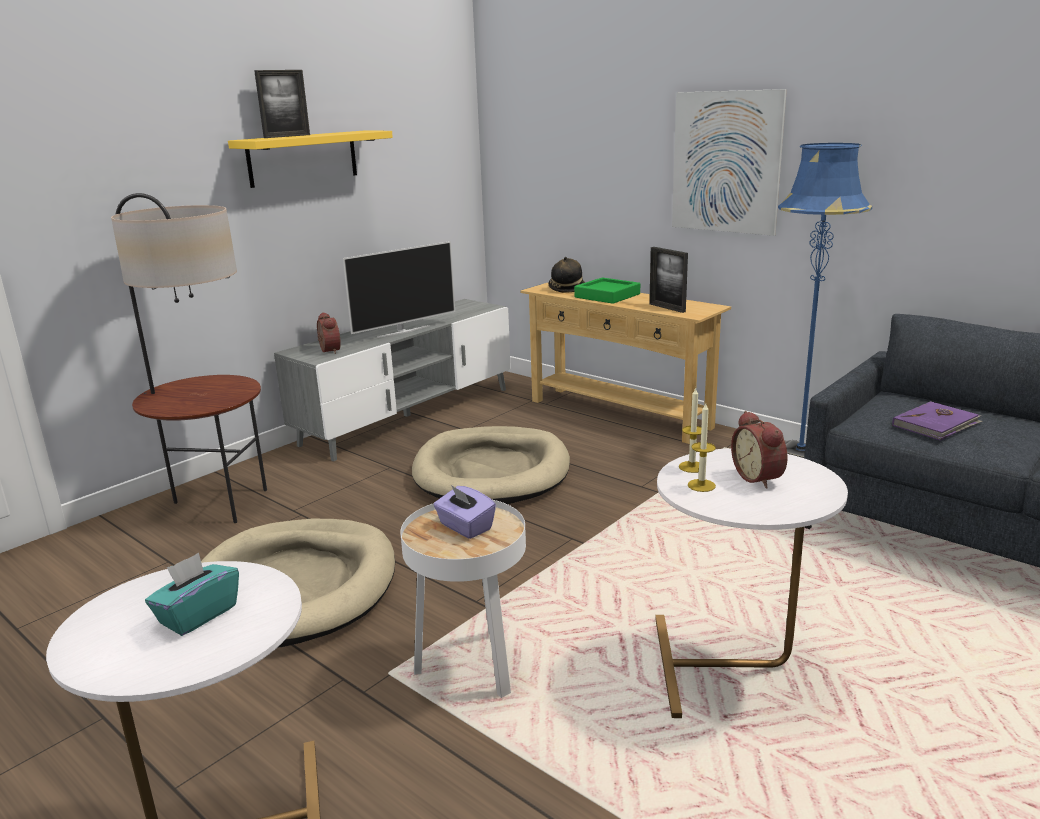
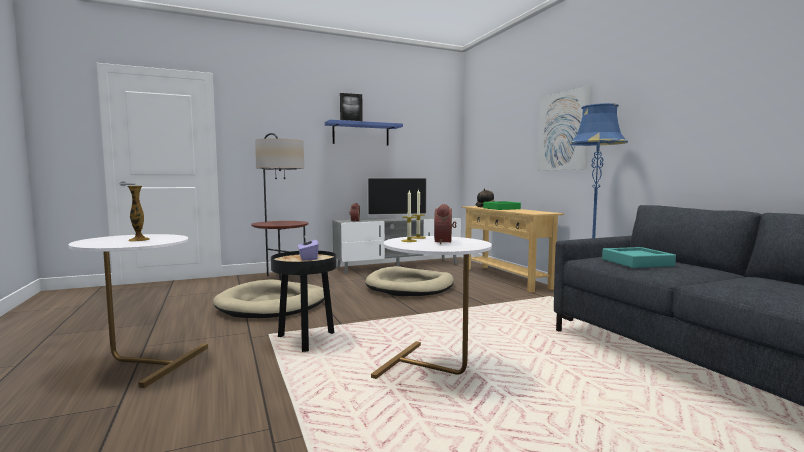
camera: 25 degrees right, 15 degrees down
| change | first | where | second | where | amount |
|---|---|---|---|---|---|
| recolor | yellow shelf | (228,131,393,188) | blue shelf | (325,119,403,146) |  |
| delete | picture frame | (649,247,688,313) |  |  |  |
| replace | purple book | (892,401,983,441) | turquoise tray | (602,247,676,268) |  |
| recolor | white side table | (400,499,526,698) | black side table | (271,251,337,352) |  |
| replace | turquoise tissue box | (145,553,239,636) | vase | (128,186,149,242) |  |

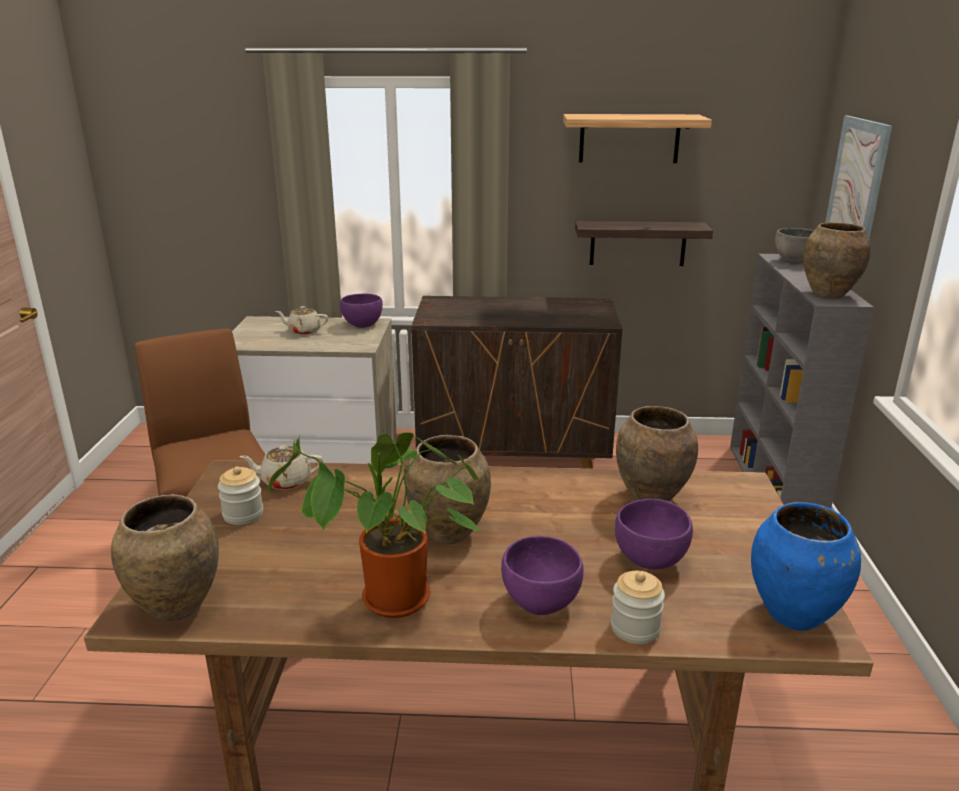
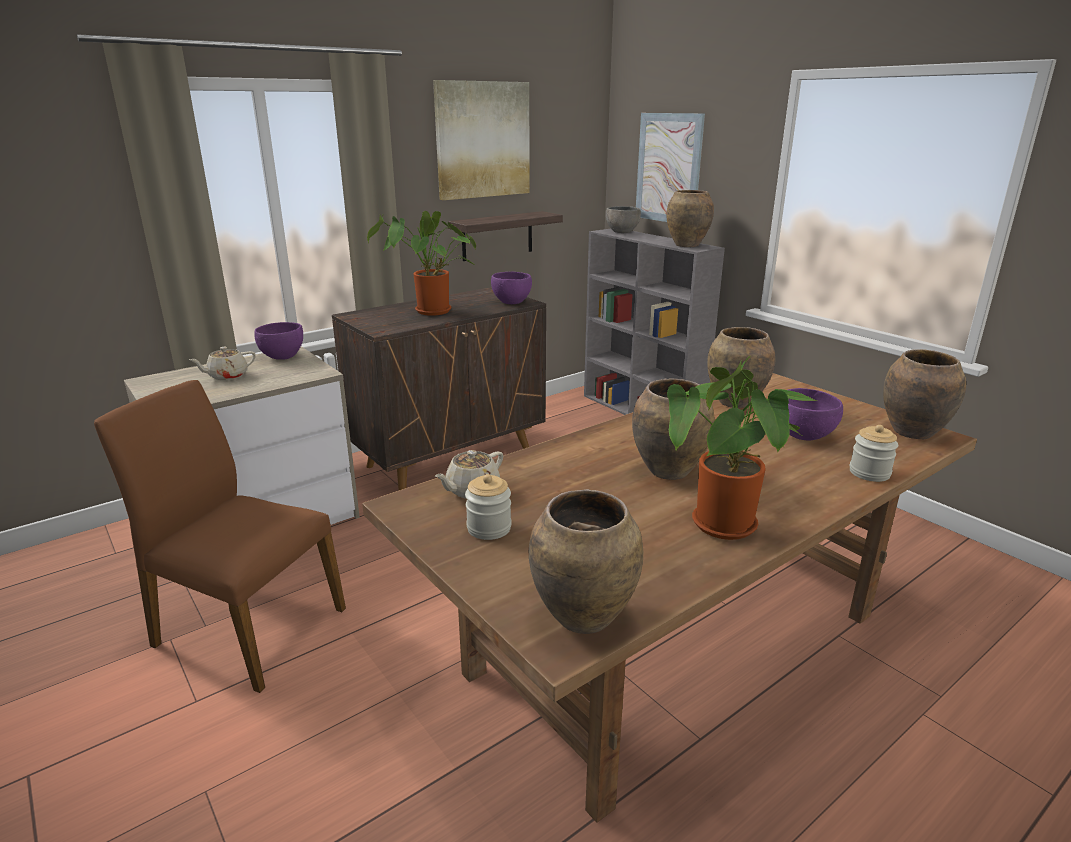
camera: 40 degrees left, 0 degrees up
| change | first | where | second | where | amount |
|---|---|---|---|---|---|
| replace | shelf | (563,114,712,163) | picture | (433,80,530,200) |  |
| recolor | blue vase | (751,502,861,630) | brown vase | (883,349,966,439) |  |
| move | purple bowl | (501,536,584,615) |  | (491,272,532,304) |  |
| insert |  |  | potted plant | (367,211,476,316) |  |

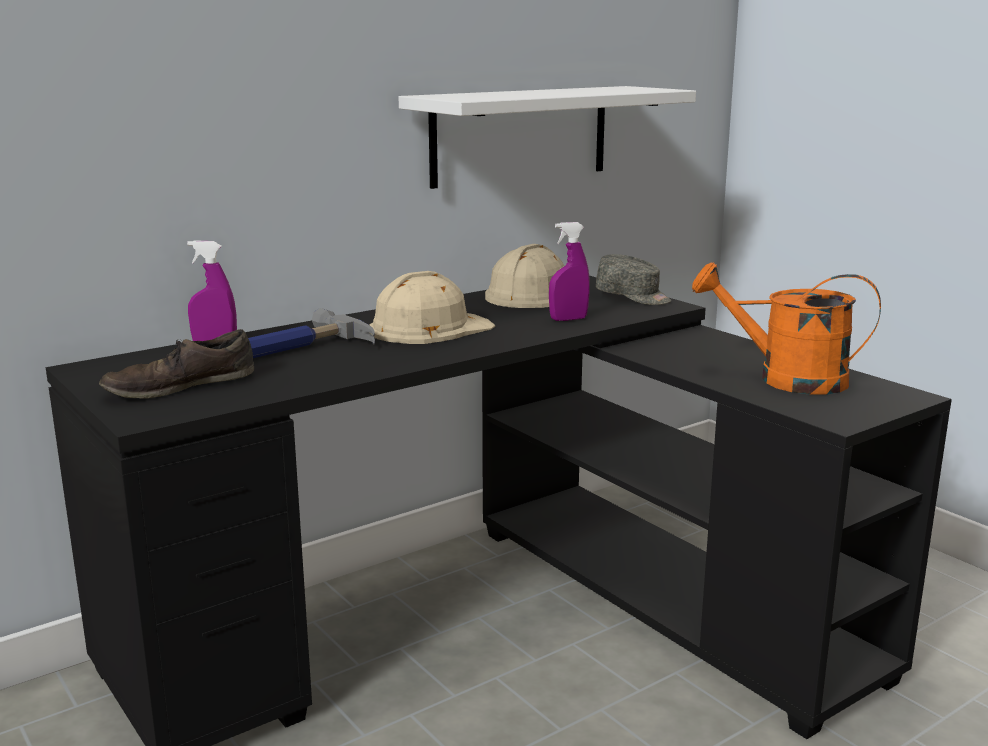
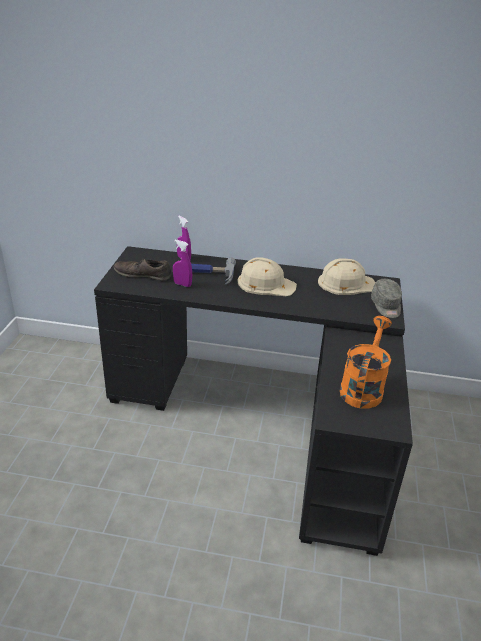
camera: 45 degrees right, 15 degrees up
| change | first | where | second | where | amount |
|---|---|---|---|---|---|
| delete | white shelf | (399,86,696,189) |  |  |  |
| move | purple spray bottle | (549,222,590,321) |  | (173,240,192,287) |  |
| rotate | orange watering can | (692,262,881,395) |  | (340,316,392,409) | 45 degrees clockwise |

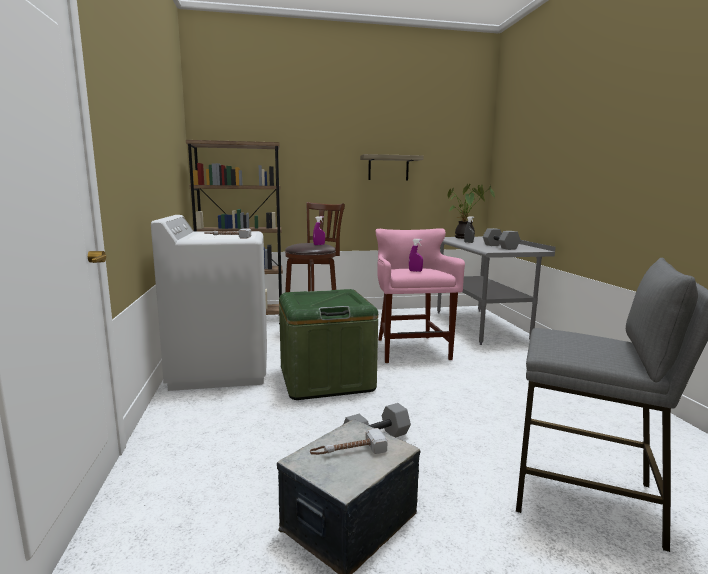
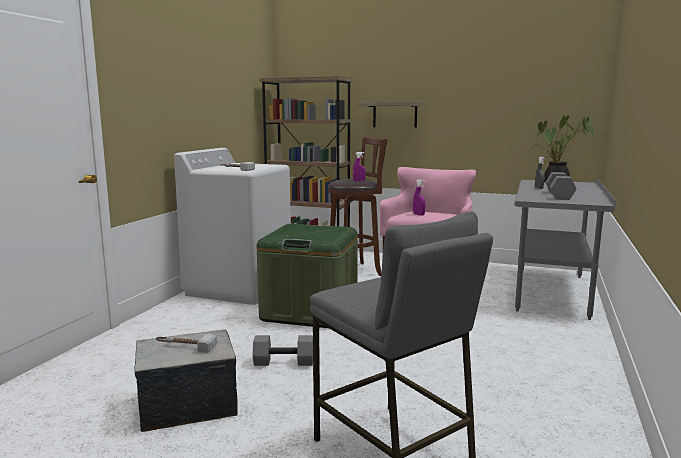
camera: 30 degrees right, 0 degrees up
| change | first | where | second | where | amount |
|---|---|---|---|---|---|
| move | shelf | (360,154,423,180) |  | (358,101,427,128) |  |

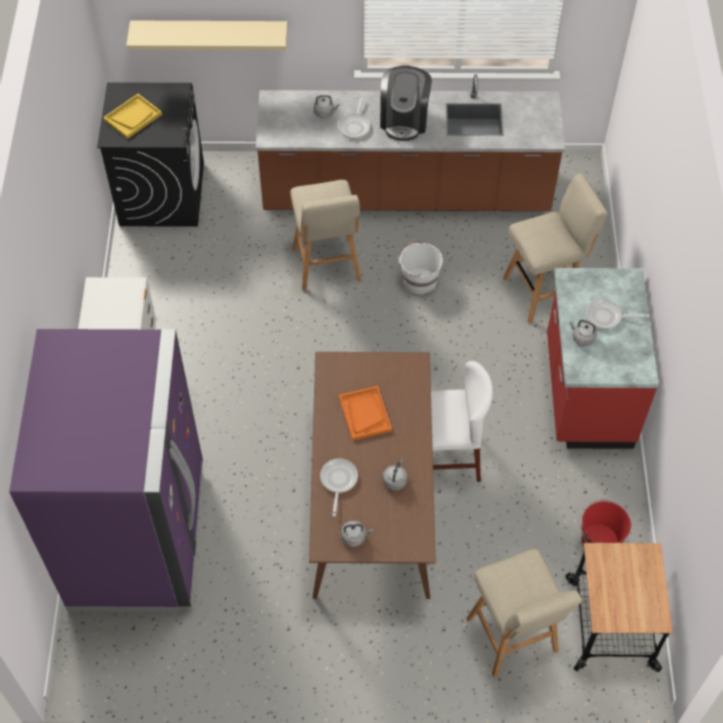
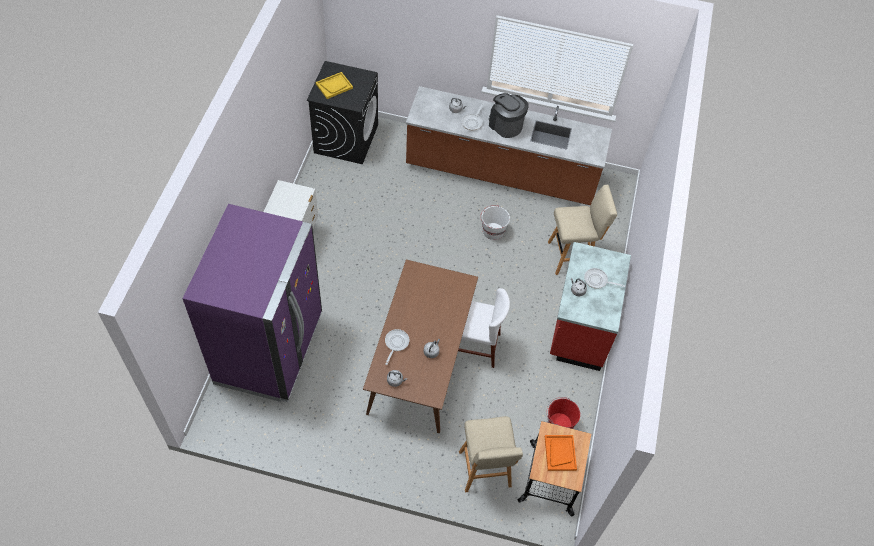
camera: 10 degrees right, 0 degrees up
| change | first | where | second | where | amount |
|---|---|---|---|---|---|
| delete | beige shelf | (126,21,288,50) |  |  |  |
| rotate | coffee machine | (380,66,432,141) |  | (489,93,529,138) | 120 degrees clockwise |
| delete | beige stool | (290,180,362,291) |  |  |  |
| move | orange tray | (339,386,392,441) |  | (545,435,577,471) |  |

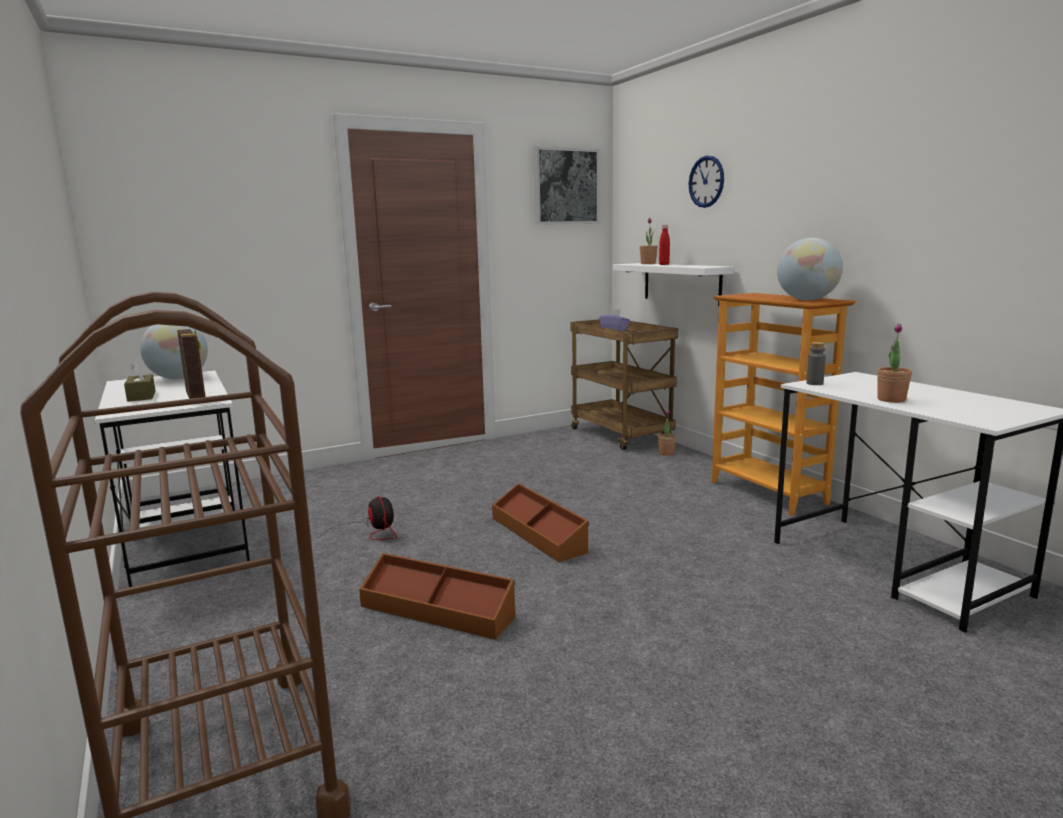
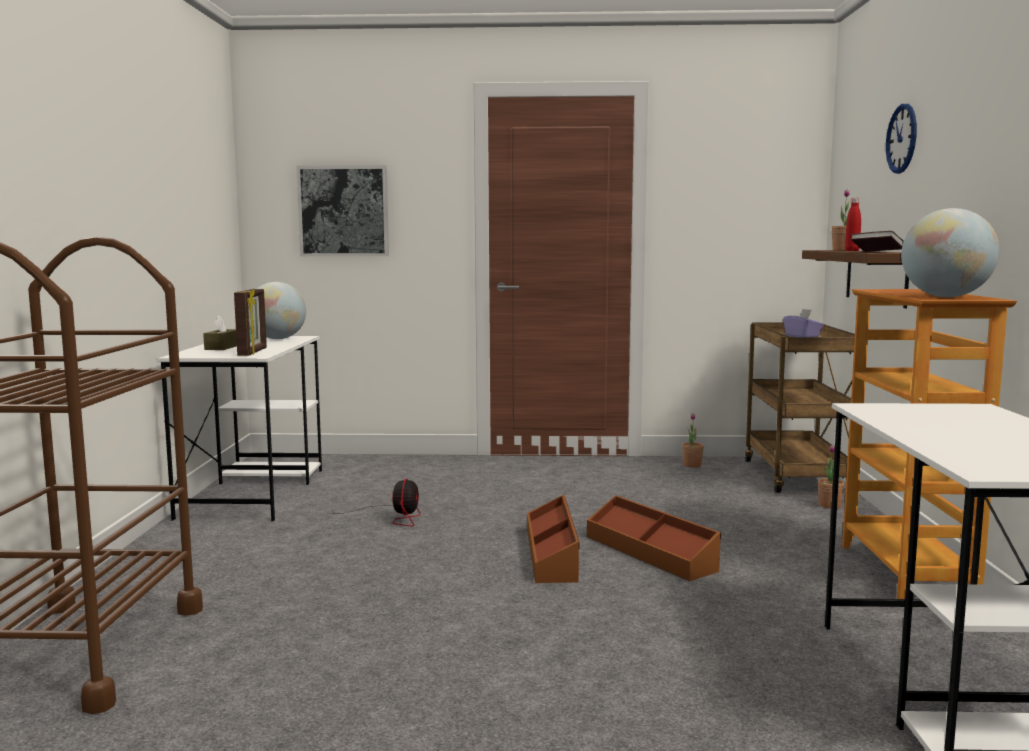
camera: 30 degrees right, 5 degrees down
| change | first | where | second | where | amount |
|---|---|---|---|---|---|
| move | picture | (534,146,599,224) |  | (296,165,389,256) |  |
| recolor | white shelf | (613,263,734,306) | brown shelf | (802,250,909,308) |  |
| move | potted plant | (877,324,912,403) |  | (682,414,704,468) |  |
| delete | grey bottle | (806,342,826,385) |  |  |  |
| move | brown storage box | (359,553,515,640) |  | (587,495,721,581) |  |
| insert |  |  | book | (851,231,904,252) |  |

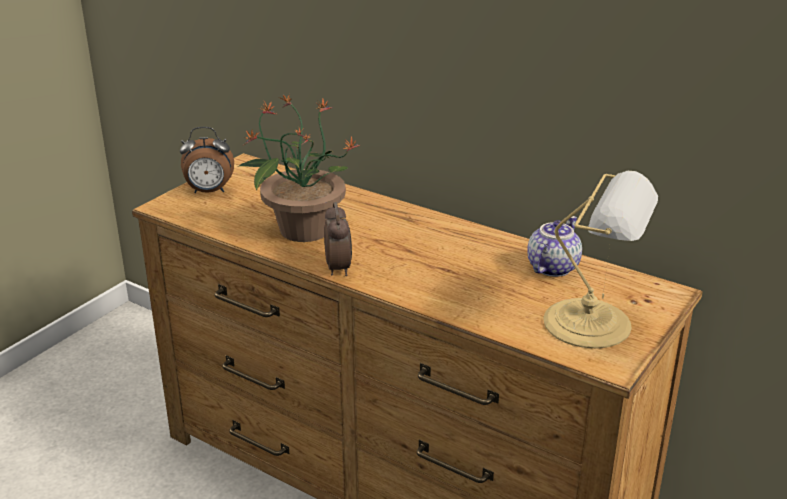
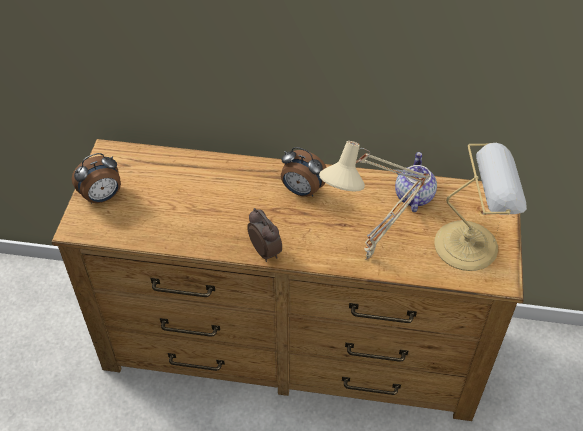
camera: 25 degrees left, 20 degrees up
| change | first | where | second | where | amount |
|---|---|---|---|---|---|
| delete | potted plant | (238,94,360,242) |  |  |  |
| insert |  |  | beige table lamp | (319,141,430,260) |  |
| insert |  |  | alarm clock | (281,147,327,197) |  |

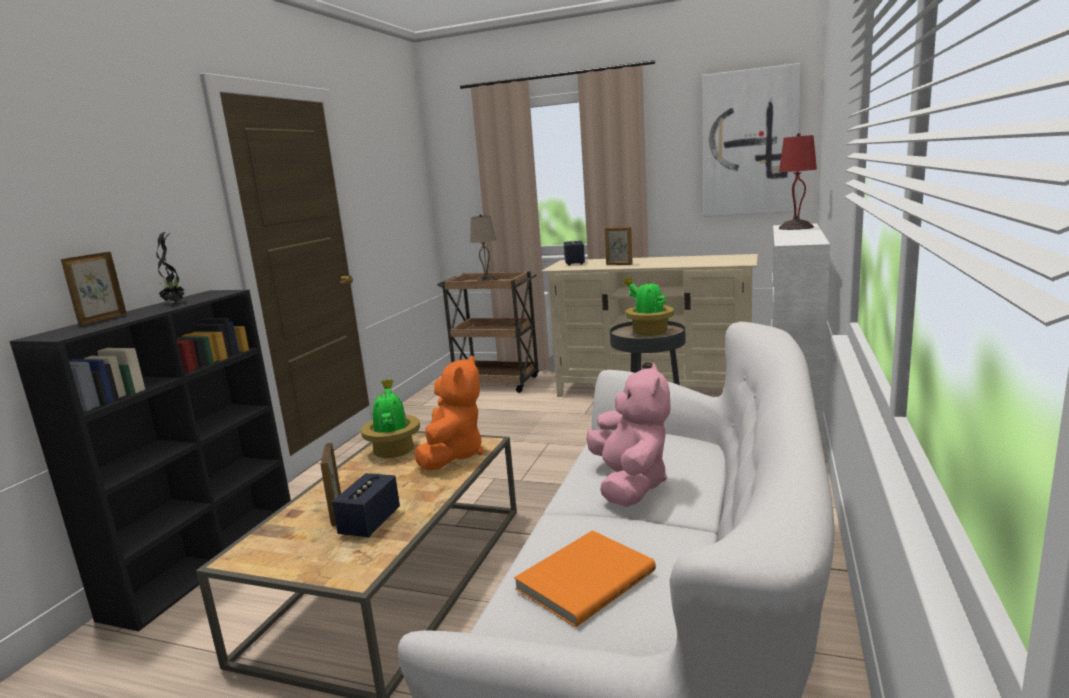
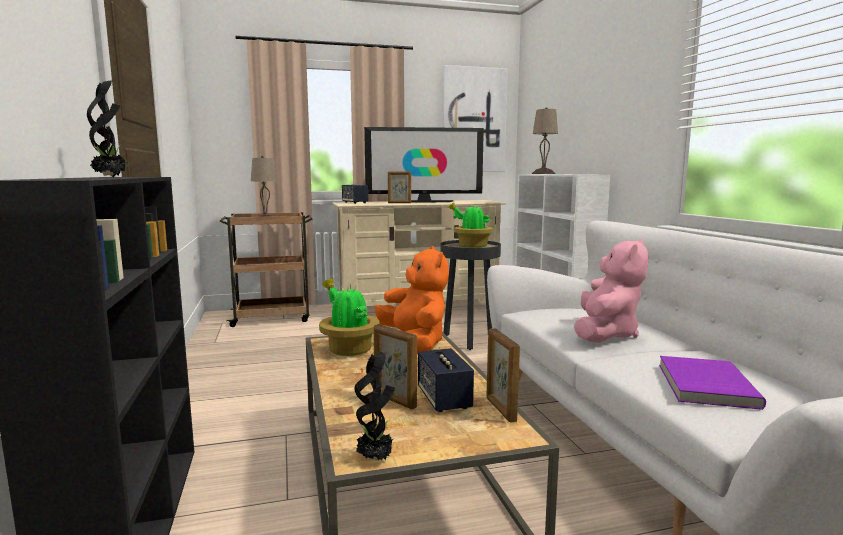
camera: 35 degrees left, 5 degrees down
| change | first | where | second | where | amount |
|---|---|---|---|---|---|
| recolor | red table lamp | (779,133,817,230) | beige table lamp | (532,107,558,174) |  |
| move | picture frame | (61,252,127,325) |  | (486,328,520,423) |  |
| rotate | pink plush toy | (586,363,671,507) |  | (574,238,648,343) | 60 degrees clockwise |
| recolor | orange book | (514,530,656,628) | purple book | (659,356,766,410) |  |
| insert |  |  | television | (364,127,484,203) |  |
| insert |  |  | potted plant | (354,352,395,461) |  |

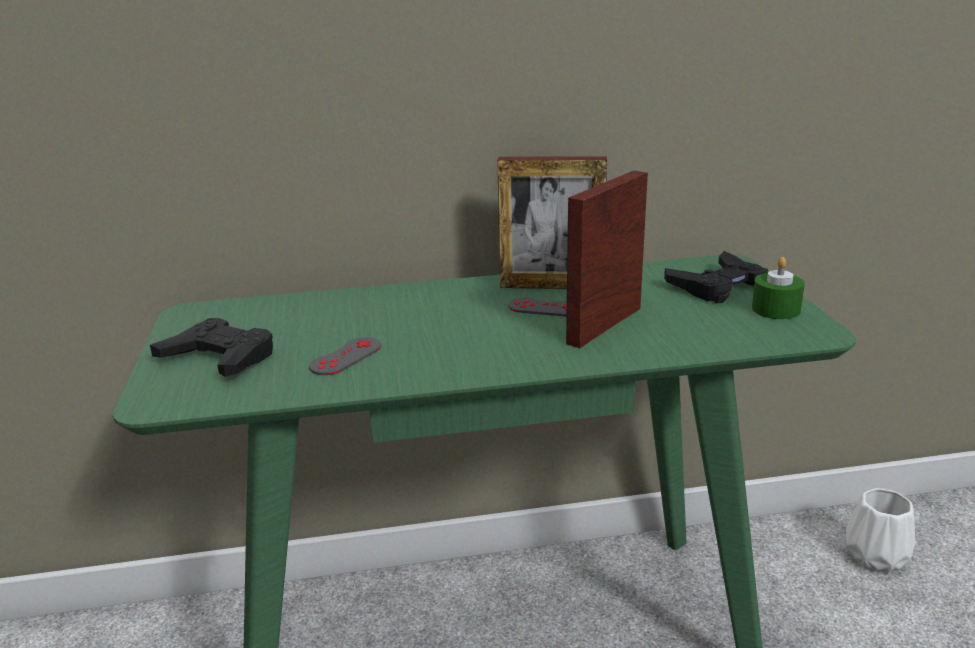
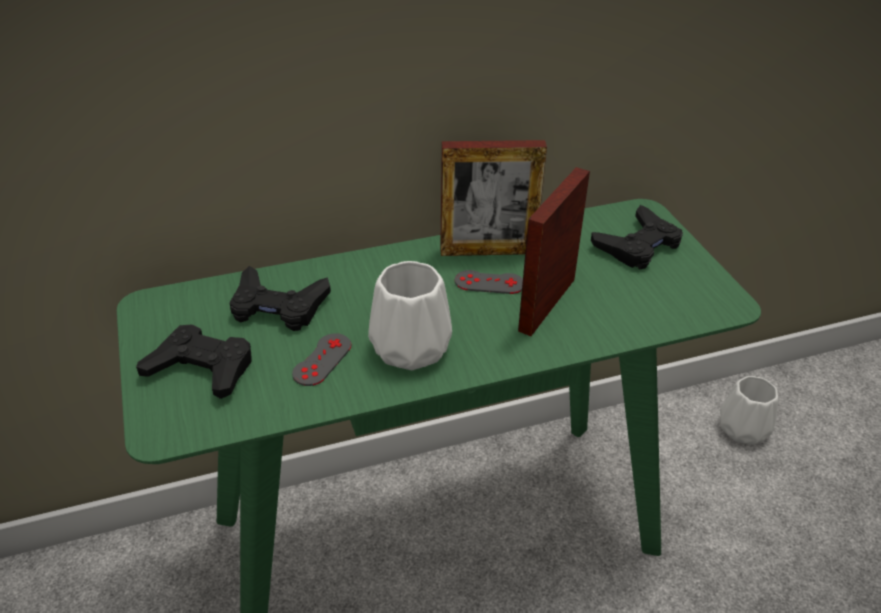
camera: 10 degrees left, 15 degrees up
| change | first | where | second | where | amount |
|---|---|---|---|---|---|
| delete | green candle | (752,257,805,319) |  |  |  |
| insert |  |  | white vase | (368,261,452,370) |  |
| insert |  |  | black game controller | (230,266,331,331) |  |

